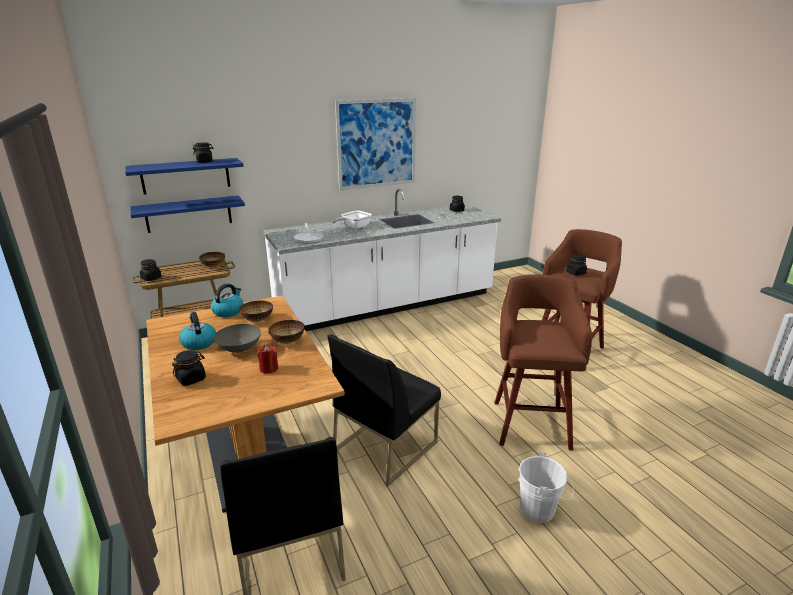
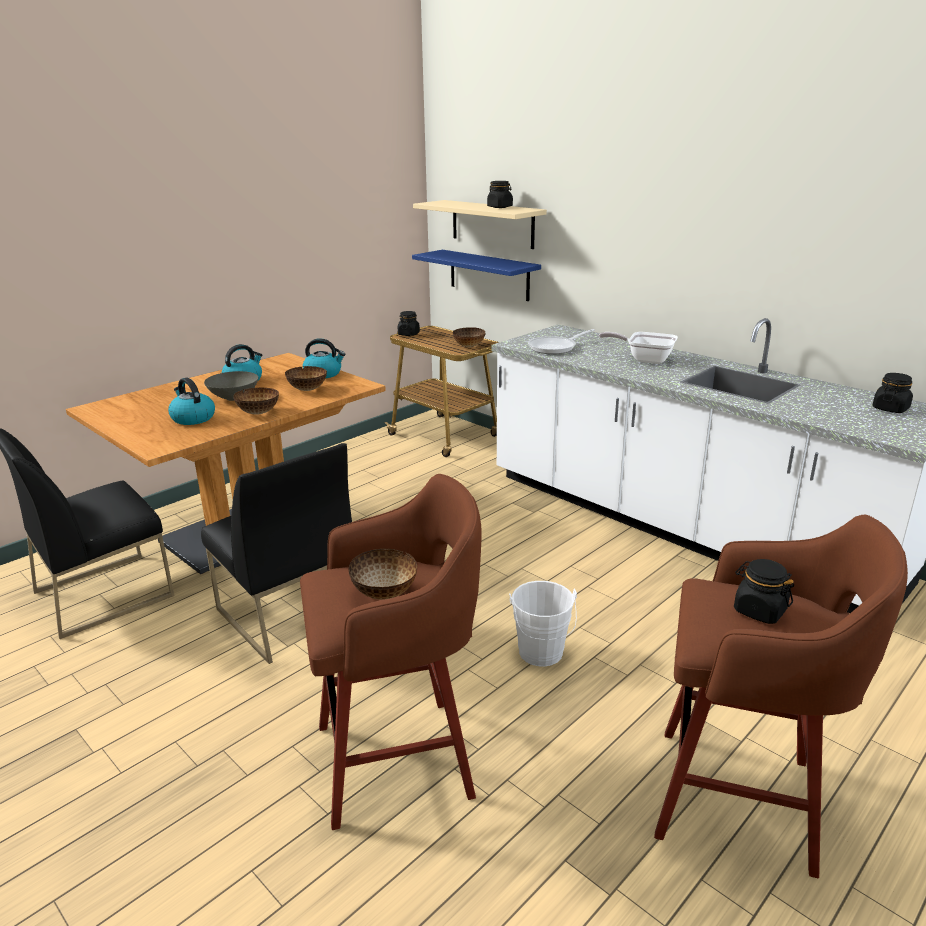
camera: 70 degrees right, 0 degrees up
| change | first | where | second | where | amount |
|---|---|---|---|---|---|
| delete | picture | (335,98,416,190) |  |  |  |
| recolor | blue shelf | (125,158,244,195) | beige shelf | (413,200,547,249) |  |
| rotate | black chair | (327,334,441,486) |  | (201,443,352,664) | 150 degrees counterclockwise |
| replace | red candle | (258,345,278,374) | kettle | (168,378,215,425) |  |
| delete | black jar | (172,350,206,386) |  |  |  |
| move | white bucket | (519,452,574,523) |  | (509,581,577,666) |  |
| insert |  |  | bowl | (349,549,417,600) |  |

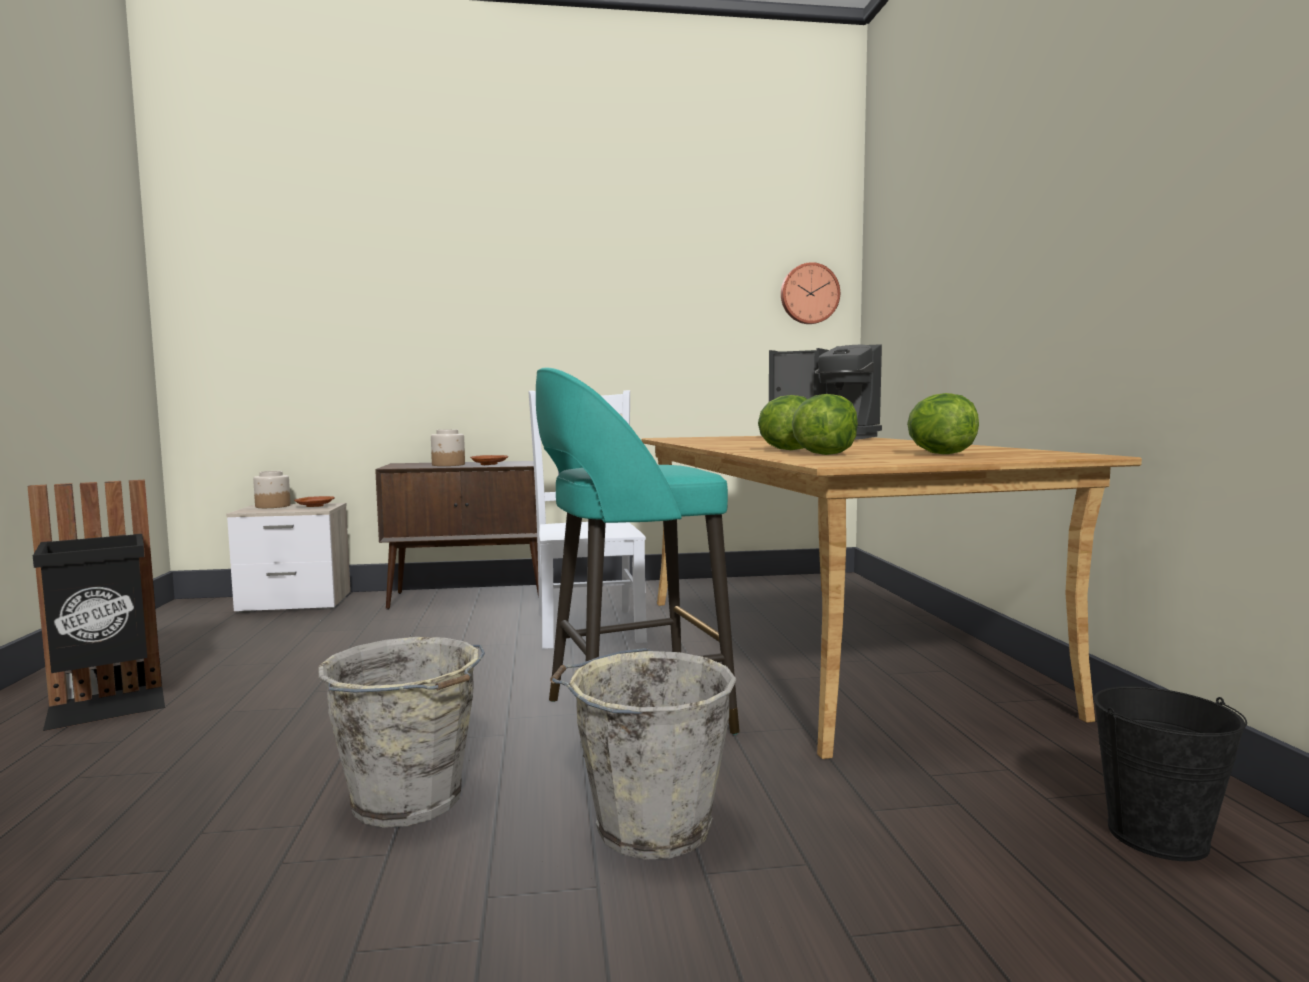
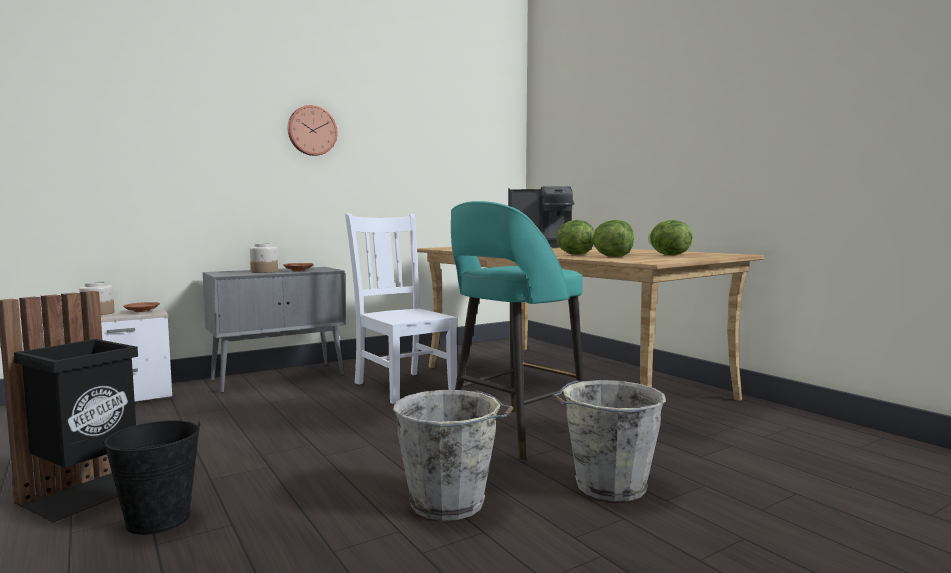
camera: 25 degrees left, 0 degrees up
| change | first | where | second | where | amount |
|---|---|---|---|---|---|
| move | wall clock | (781,262,840,324) |  | (288,105,337,156) |  |
| recolor | brown cabinet | (375,461,539,610) | grey cabinet | (203,267,346,393) |  |
| move | black bucket | (1094,686,1247,861) |  | (102,420,201,535) |  |

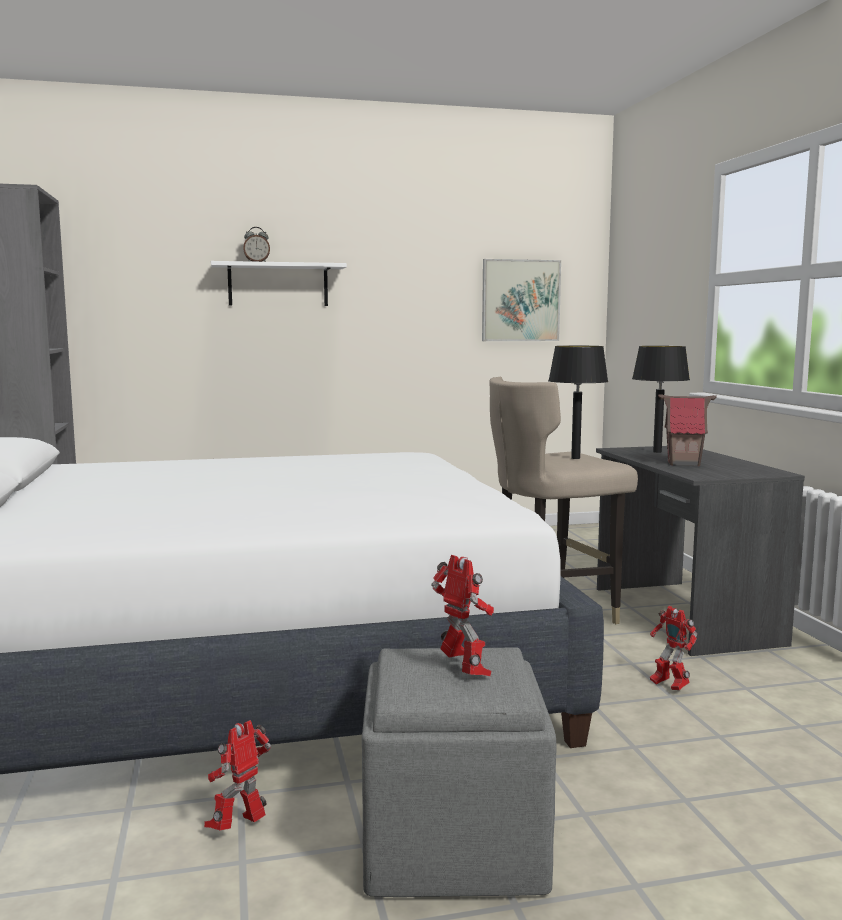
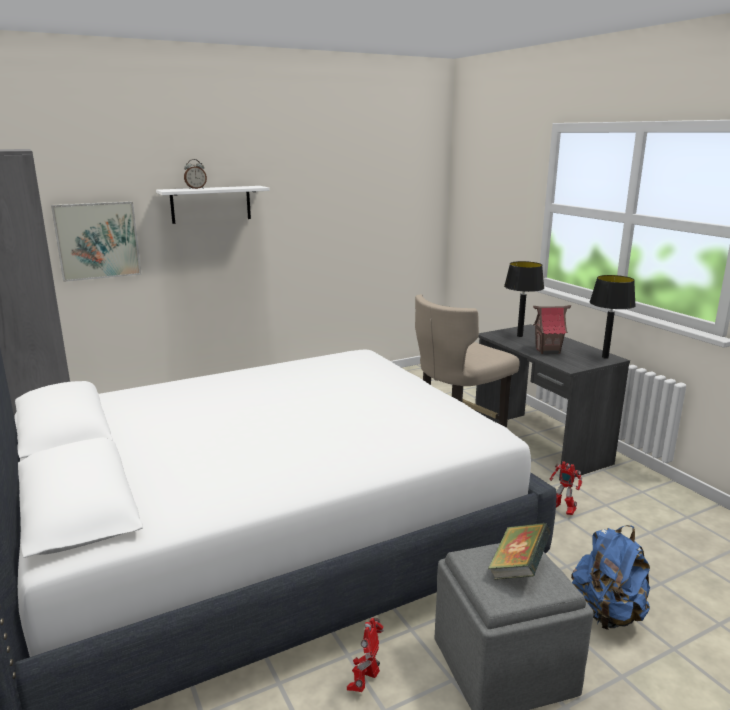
camera: 15 degrees left, 10 degrees up
| change | first | where | second | where | amount |
|---|---|---|---|---|---|
| move | picture | (482,259,561,341) |  | (51,201,141,282) |  |
| move | black table lamp | (548,346,608,459) |  | (590,275,636,359) |  |
| replace | toy robot | (431,555,494,676) | book | (488,523,551,580) |  |
| insert |  |  | blue backpack | (571,525,650,630) |  |

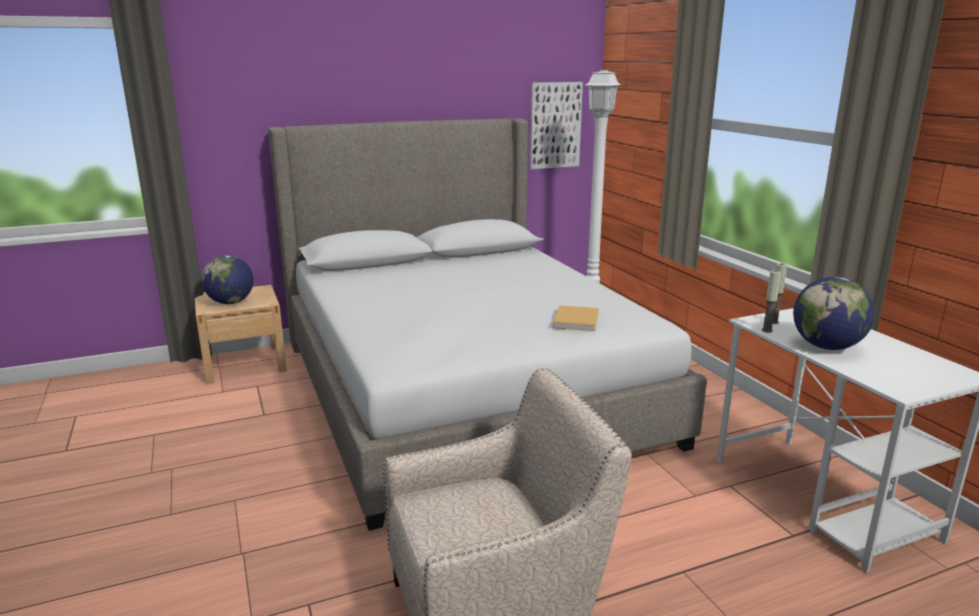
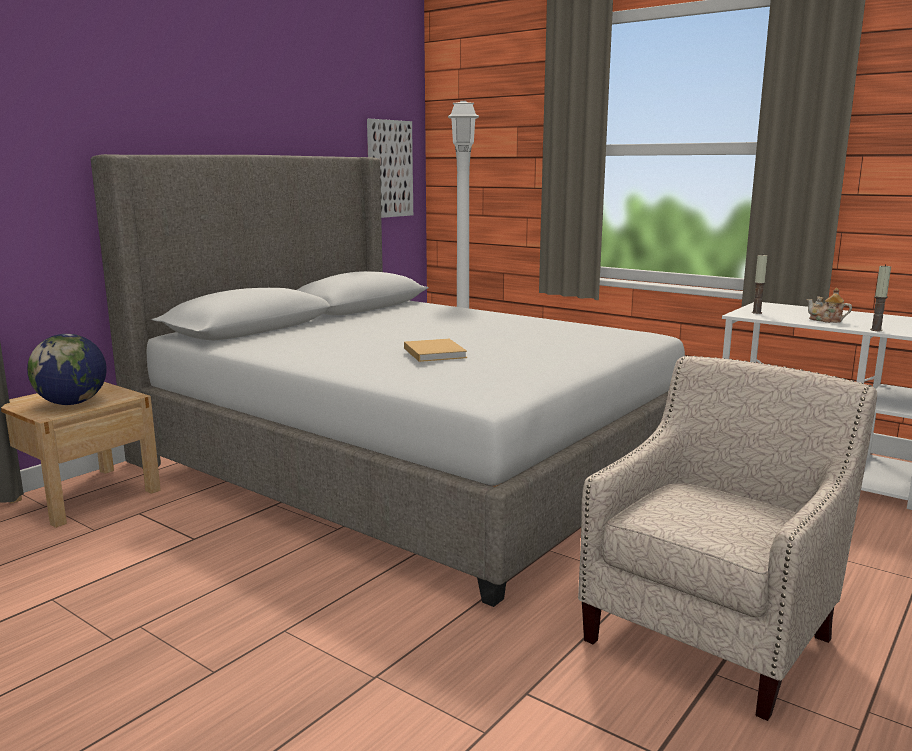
camera: 30 degrees left, 5 degrees down
| change | first | where | second | where | amount |
|---|---|---|---|---|---|
| move | candle | (761,270,781,333) |  | (870,264,891,331) |  |
| replace | globe | (793,277,875,350) | teapot | (807,288,852,323) |  |
| move | beige book | (553,305,599,331) |  | (404,339,467,362) |  |

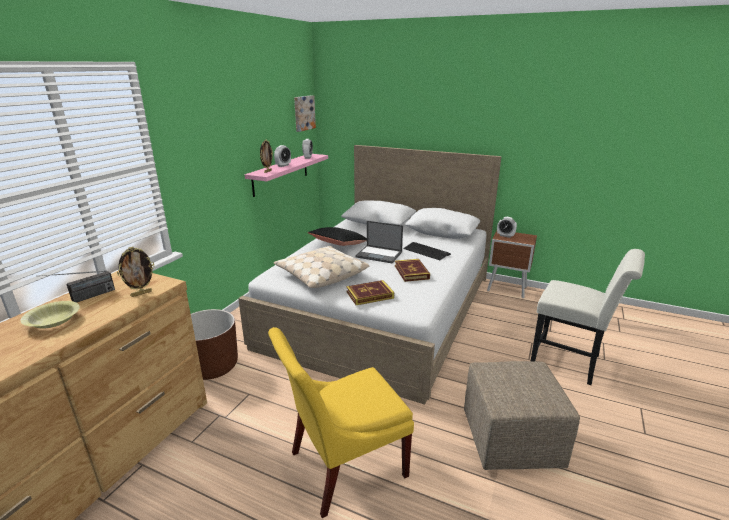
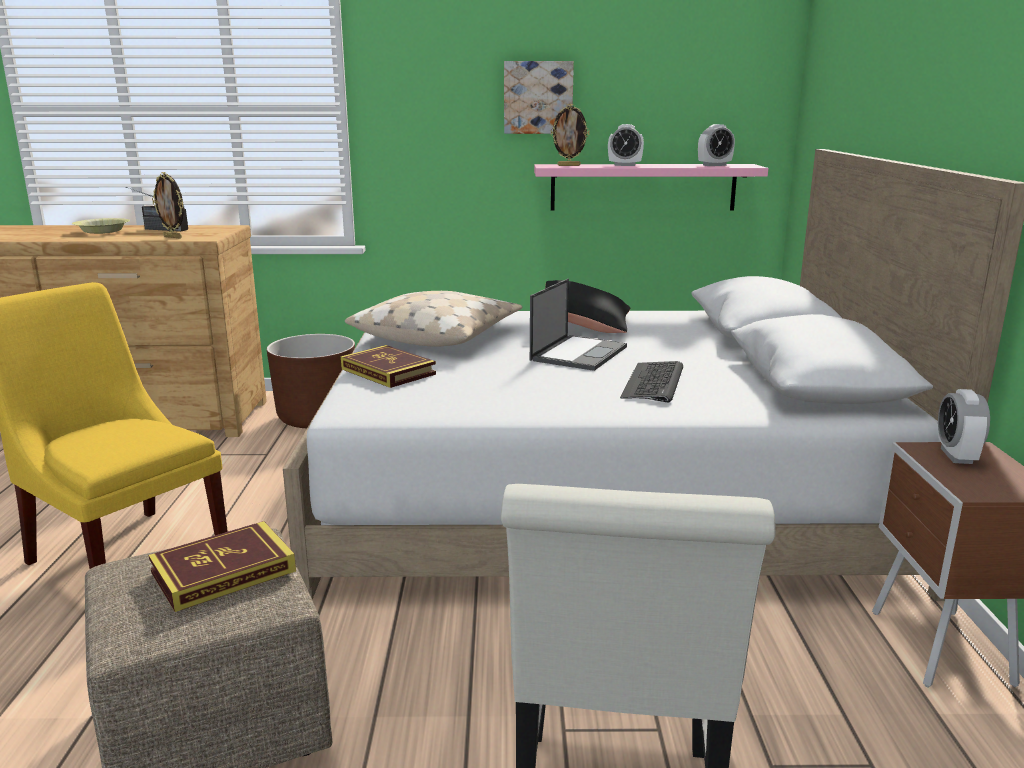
camera: 65 degrees right, 5 degrees down
| change | first | where | second | where | amount |
|---|---|---|---|---|---|
| move | picture | (294,95,316,132) |  | (504,61,574,134) |  |
| rotate | laptop | (355,221,403,263) |  | (530,279,627,371) | 150 degrees counterclockwise |
| move | book | (395,259,430,282) |  | (148,521,296,612) |  |

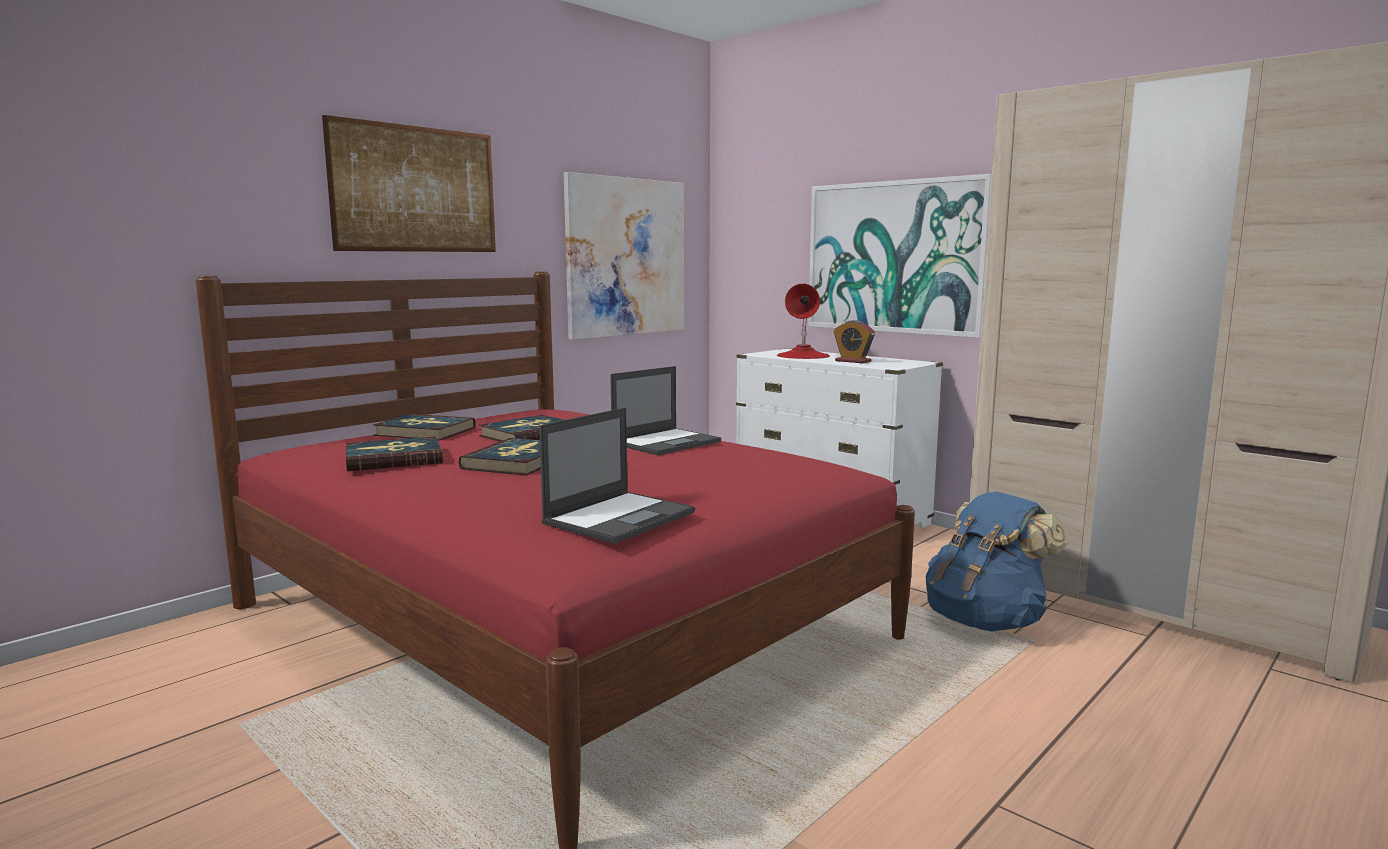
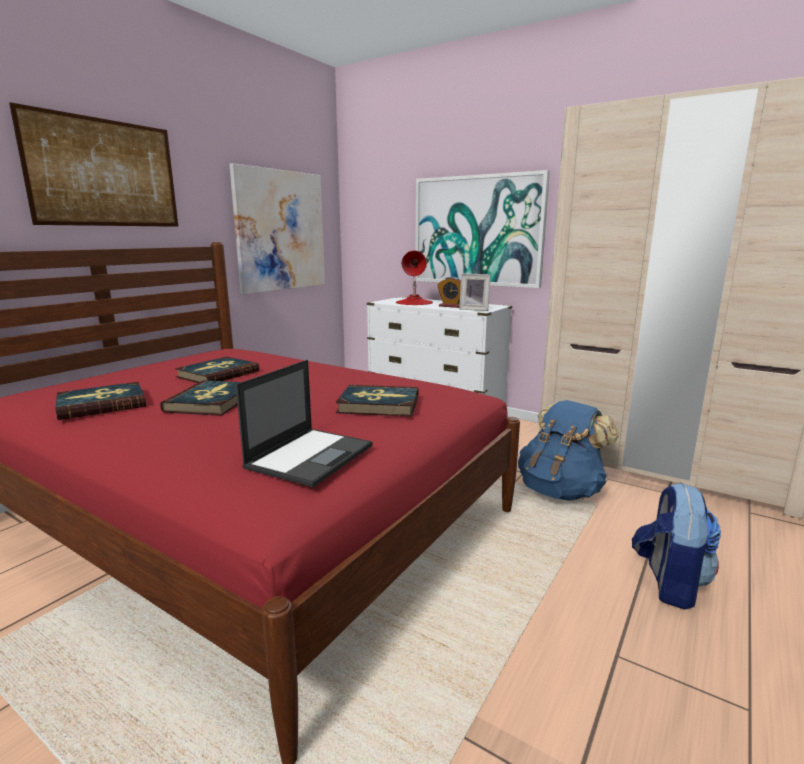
camera: 10 degrees left, 5 degrees up
| change | first | where | second | where | amount |
|---|---|---|---|---|---|
| delete | laptop | (610,366,721,455) |  |  |  |
| move | book | (373,414,476,441) |  | (335,385,419,416) |  |
| insert |  |  | picture frame | (459,273,491,311) |  |
| insert |  |  | backpack | (632,483,721,610) |  |

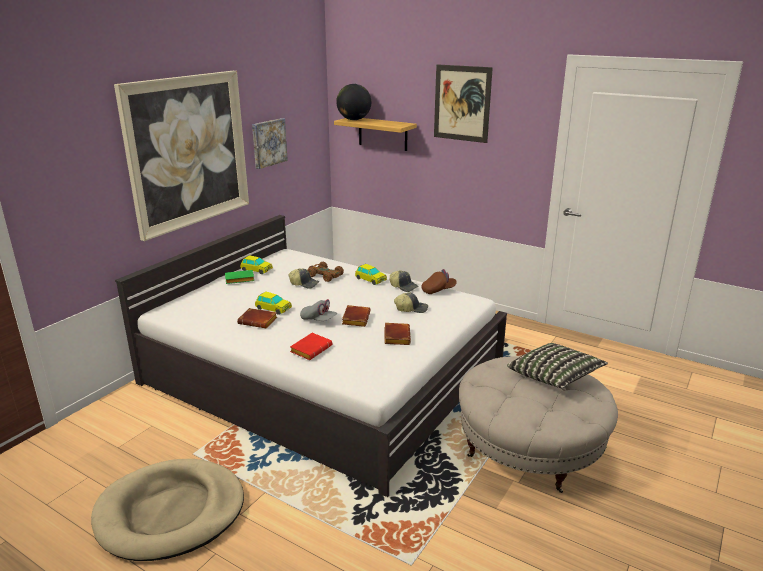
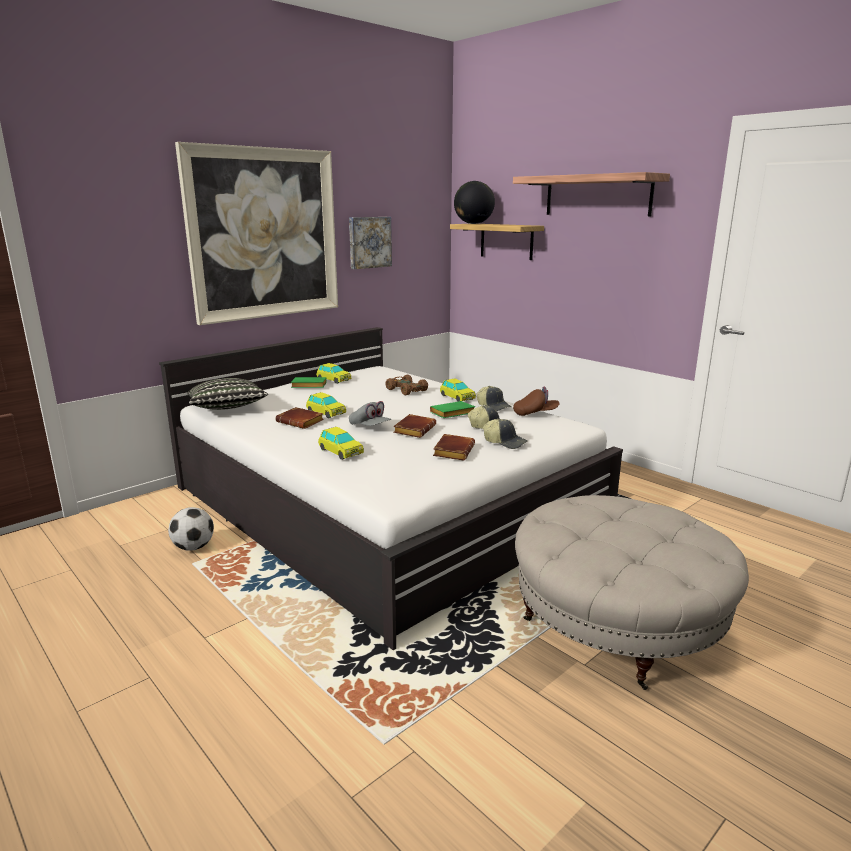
camera: 15 degrees right, 5 degrees down
| change | first | where | second | where | amount |
|---|---|---|---|---|---|
| replace | picture | (434,64,493,143) | shelf | (513,172,670,216) |  |
| move | cap | (289,269,319,289) |  | (483,419,528,449) |  |
| replace | red book | (290,333,332,360) | toy car | (318,427,364,460) |  |
| move | pillow | (507,343,608,388) |  | (188,378,268,410) |  |
| delete | beige dog bed | (91,459,244,561) |  |  |  |
| insert |  |  | green book | (430,401,475,418) |  |
| insert |  |  | football | (168,507,214,551) |  |

